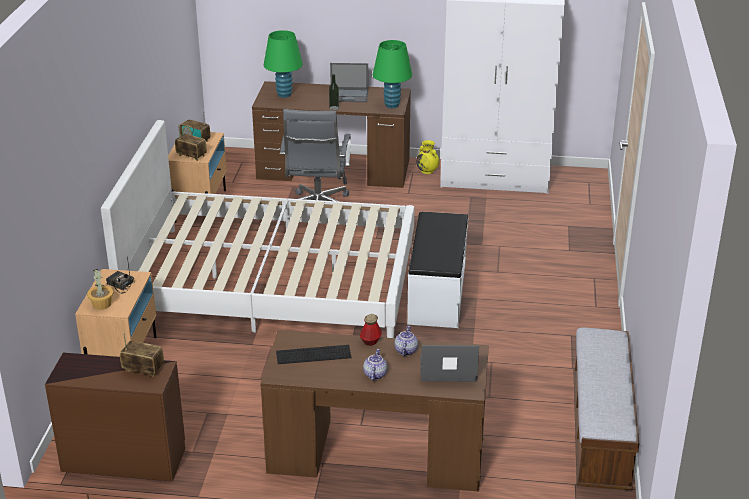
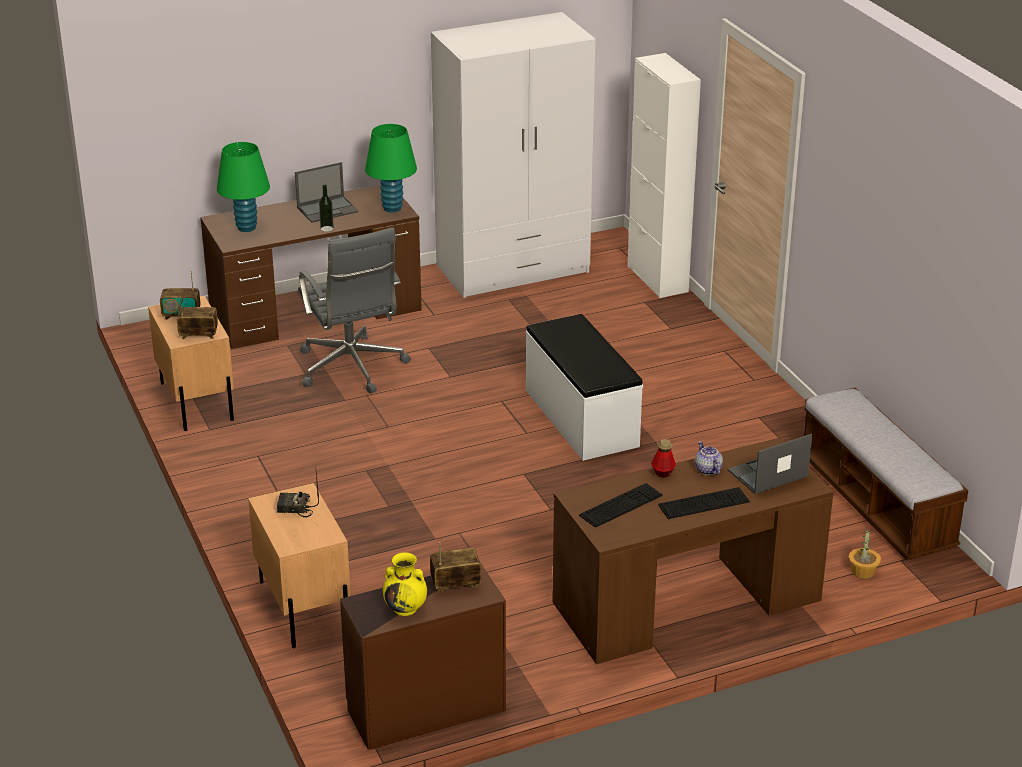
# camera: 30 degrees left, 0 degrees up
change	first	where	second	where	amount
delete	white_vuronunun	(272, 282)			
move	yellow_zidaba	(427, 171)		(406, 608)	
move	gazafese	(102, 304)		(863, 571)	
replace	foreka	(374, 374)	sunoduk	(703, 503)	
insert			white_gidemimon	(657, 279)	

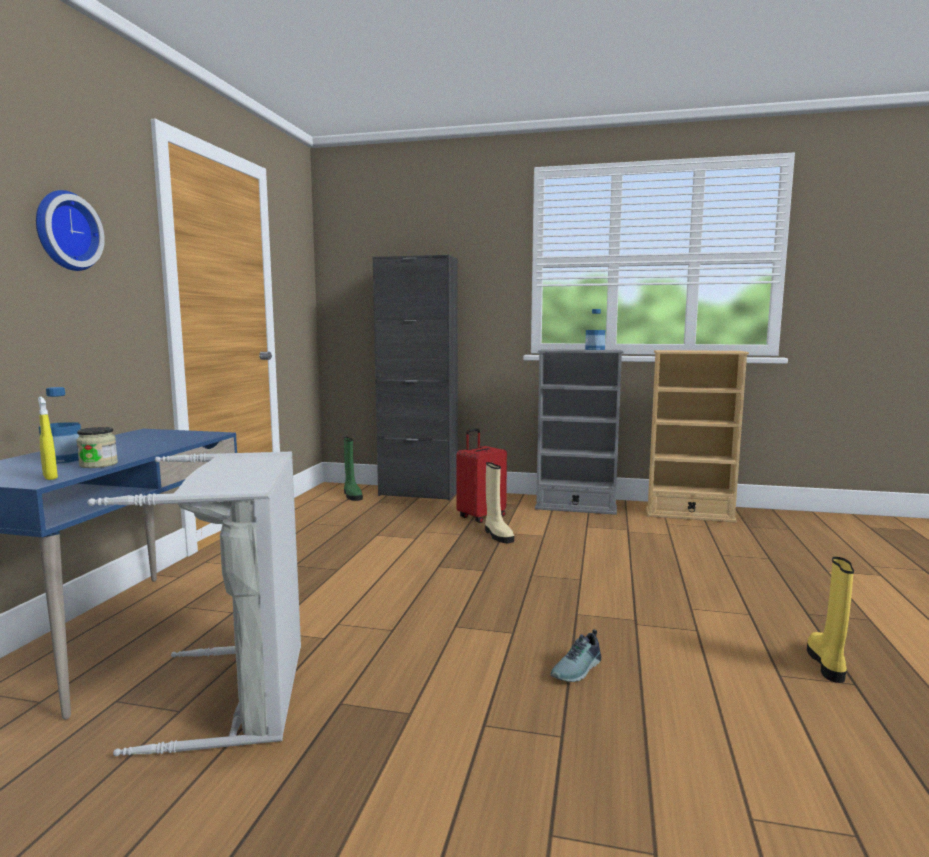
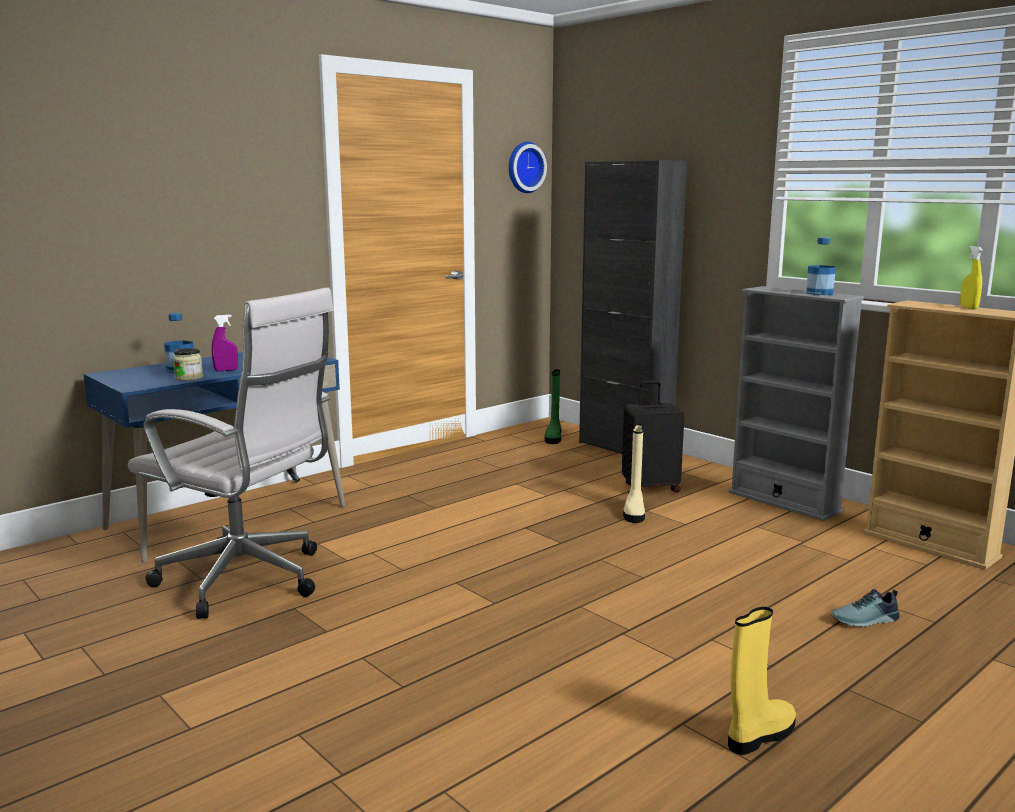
# camera: 35 degrees right, 5 degrees up
change	first	where	second	where	amount
move	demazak	(64, 231)		(524, 167)	
move	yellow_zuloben	(50, 477)		(968, 308)	
recolor	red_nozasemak	(481, 516)	black_nozasemak	(650, 488)	
replace	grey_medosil	(244, 693)	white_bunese	(248, 581)	
move	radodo	(578, 670)		(866, 621)	
insert			purple_zuloben	(226, 370)	

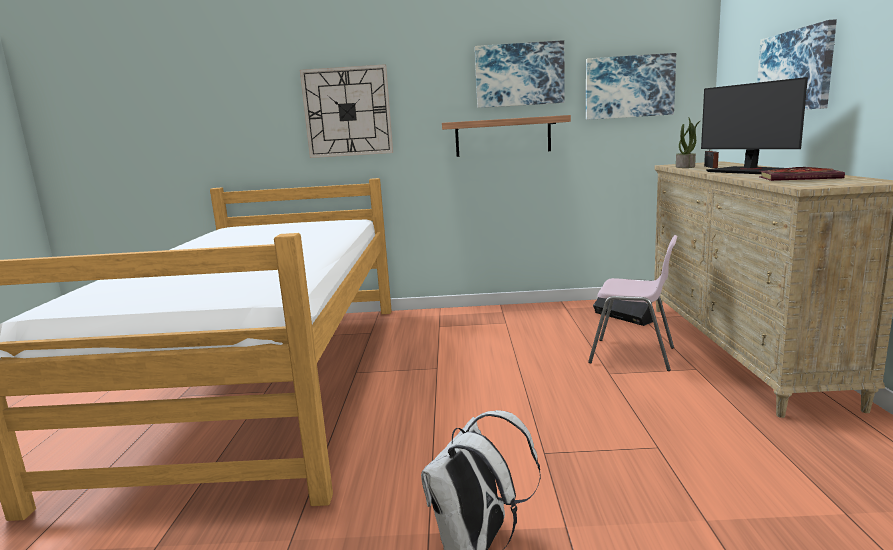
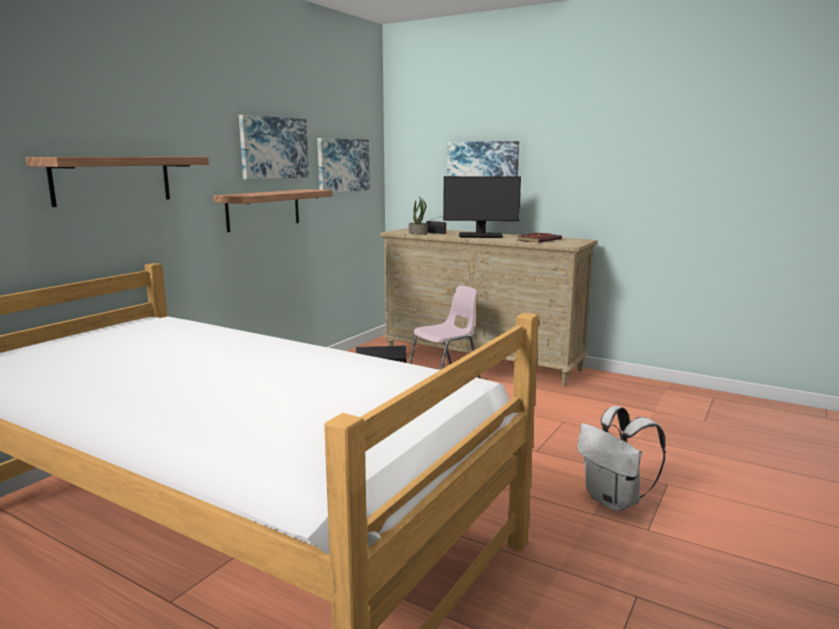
# camera: 60 degrees left, 0 degrees up
change	first	where	second	where	amount
replace	demazak	(347, 112)	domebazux	(112, 180)	

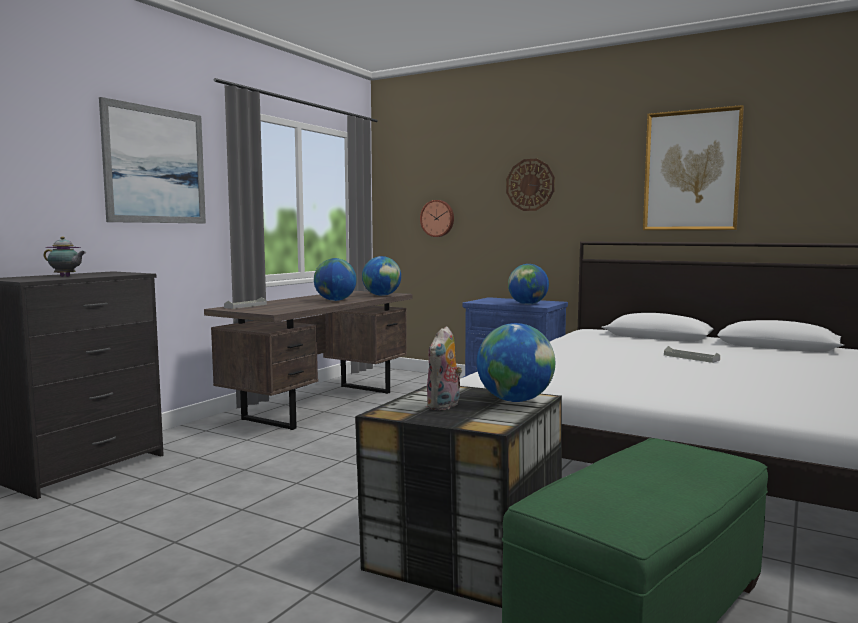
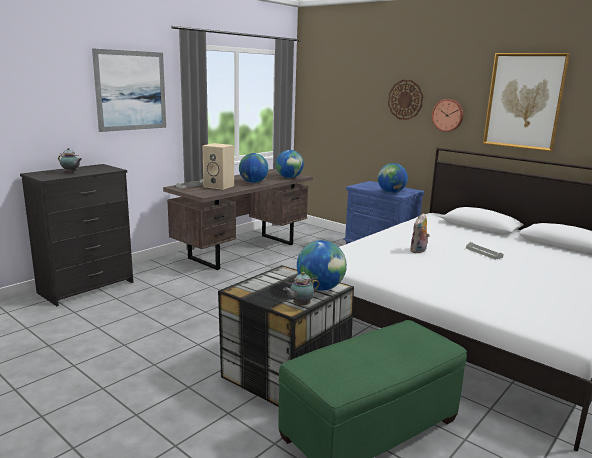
# camera: 10 degrees right, 10 degrees up
change	first	where	second	where	amount
move	demazak	(437, 218)		(448, 115)	
move	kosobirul	(444, 406)		(418, 251)	
insert			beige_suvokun	(219, 186)	
insert			foreka	(300, 305)	

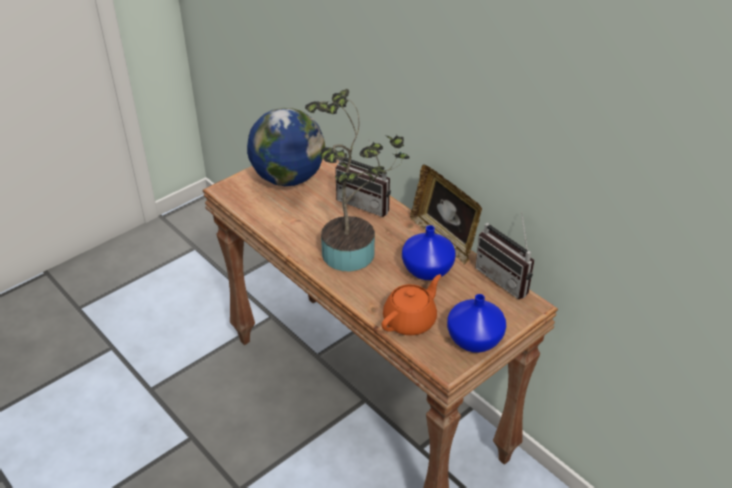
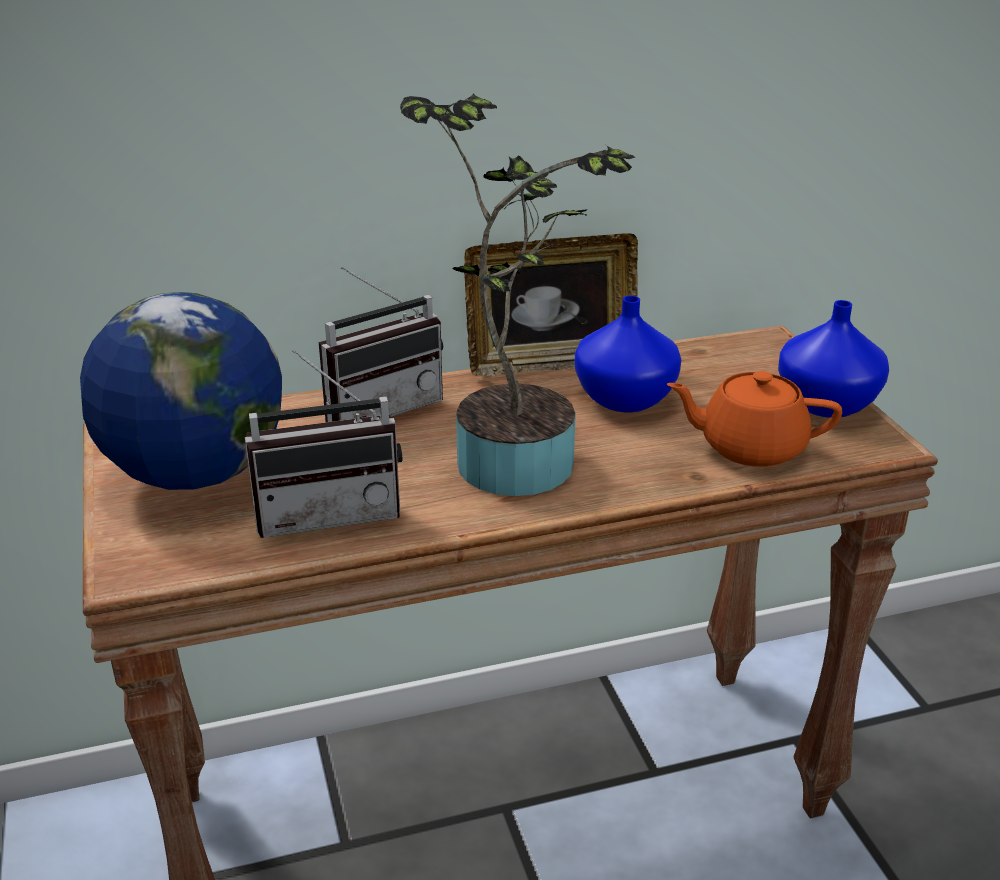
# camera: 65 degrees left, 10 degrees down
change	first	where	second	where	amount
move	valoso	(507, 278)		(329, 512)	
rotate	orange_foreka	(410, 320)		(750, 447)	60 degrees counterclockwise

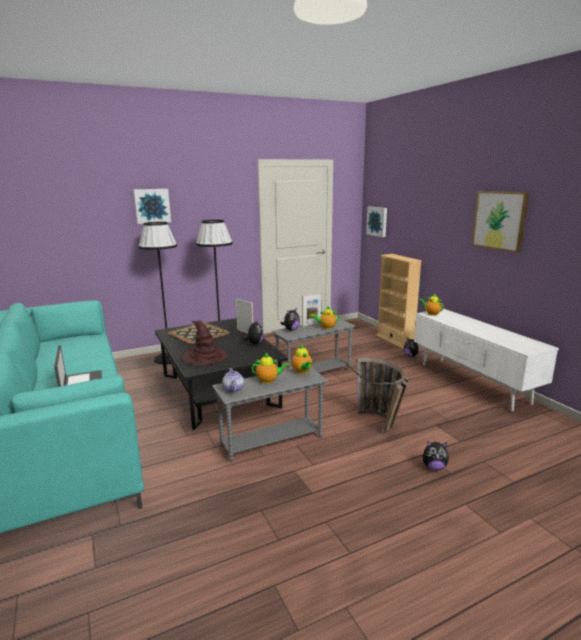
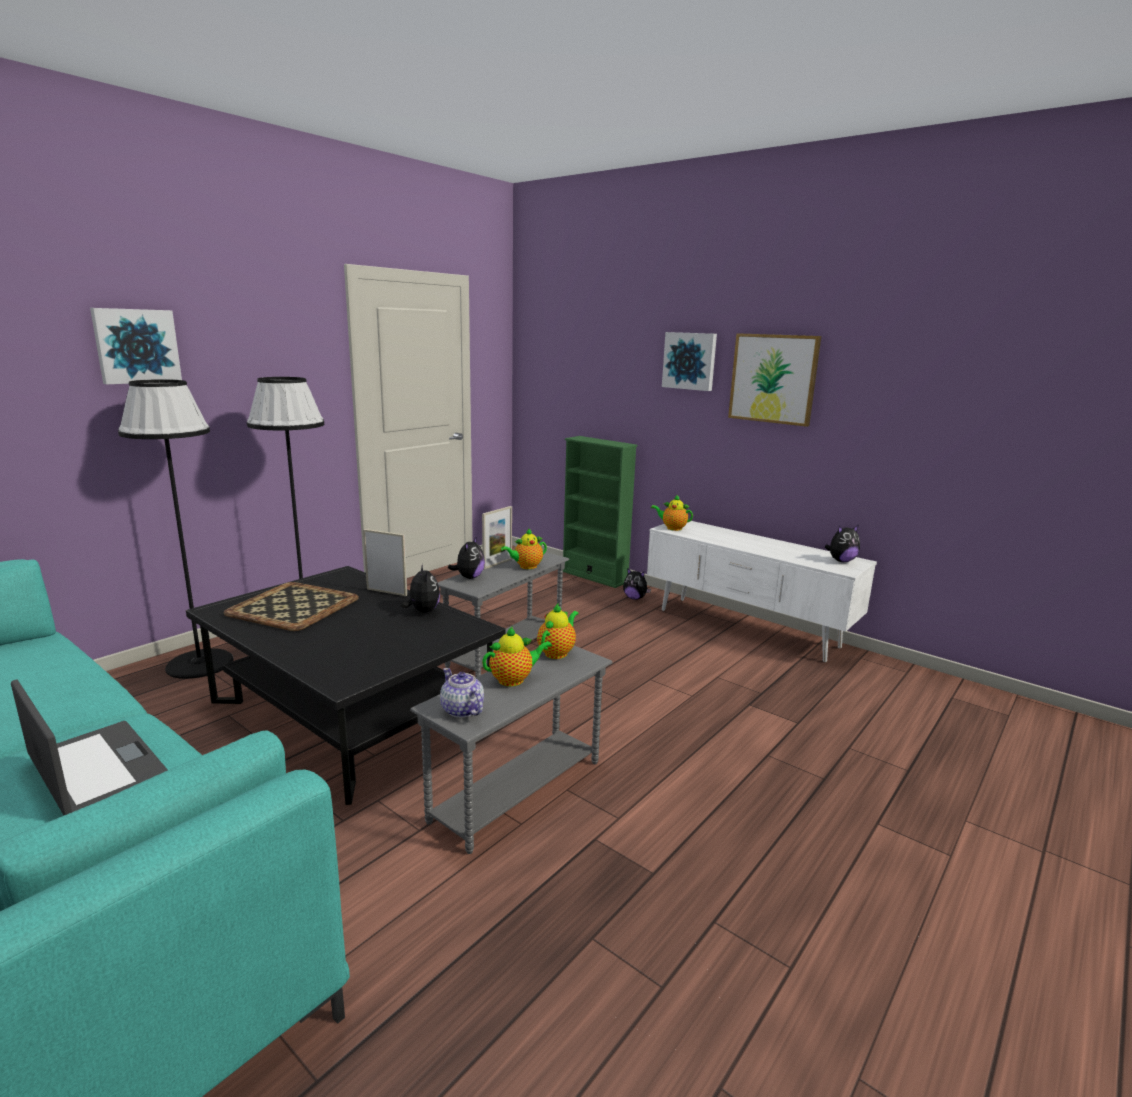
# camera: 25 degrees left, 0 degrees up
change	first	where	second	where	amount
move	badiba	(377, 221)		(690, 361)	
recolor	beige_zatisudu	(395, 340)	green_zatisudu	(594, 576)	
delete	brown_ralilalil	(204, 358)			
rotate	foreka	(302, 372)		(557, 652)	105 degrees counterclockwise
delete	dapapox	(381, 426)			
move	kosobirul	(434, 467)		(841, 561)	

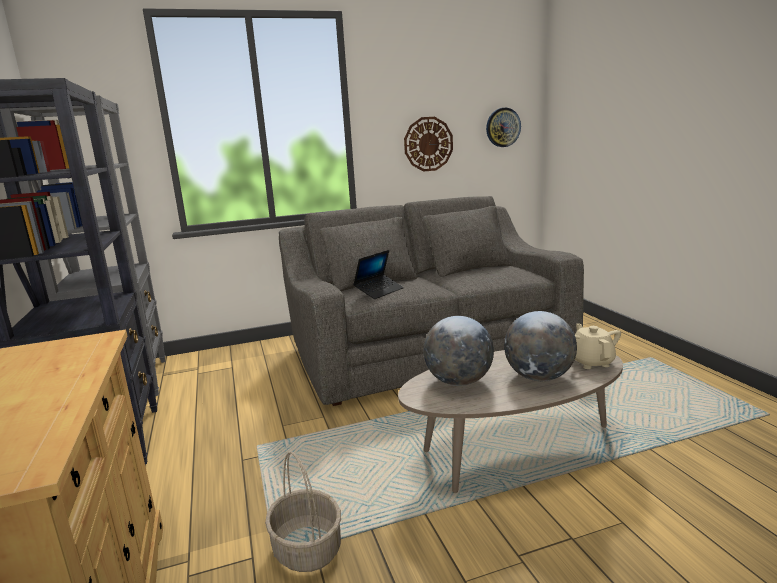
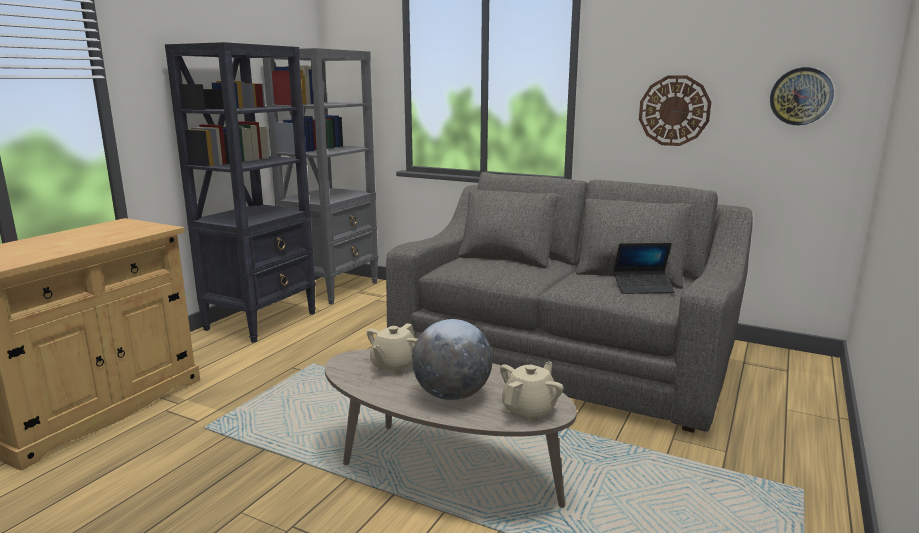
# camera: 45 degrees right, 0 degrees up
change	first	where	second	where	amount
move	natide	(379, 291)		(643, 288)	
replace	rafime	(458, 382)	beige_foreka	(394, 366)	
delete	dapapox	(306, 549)			

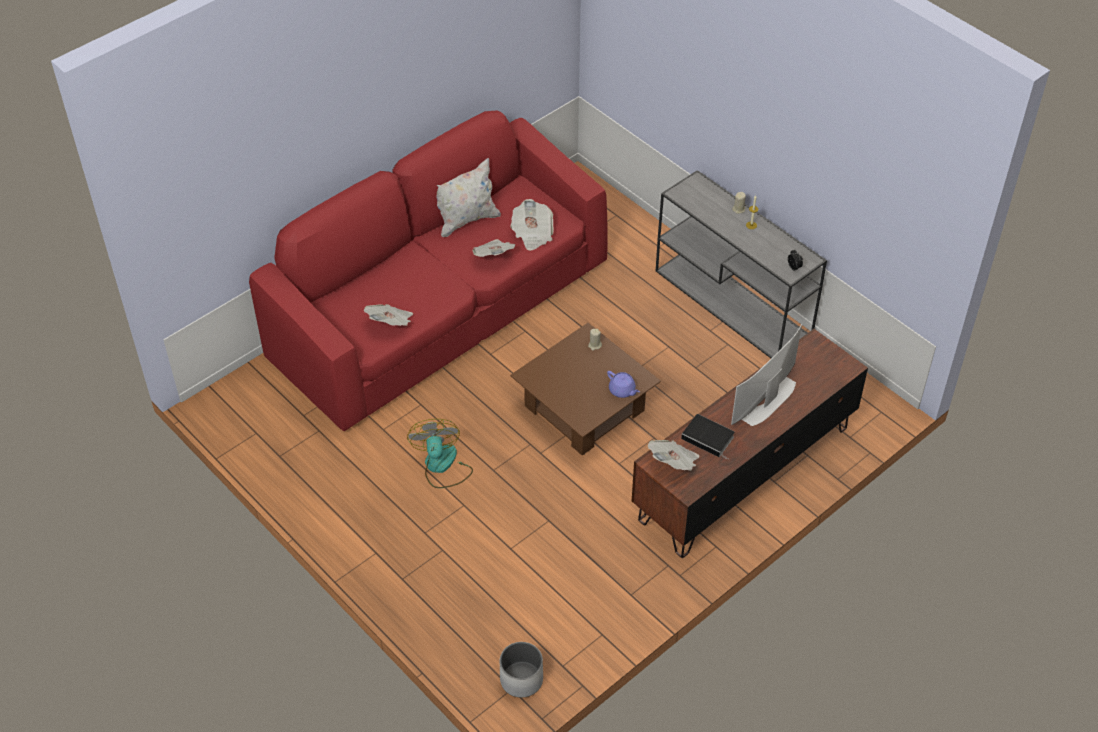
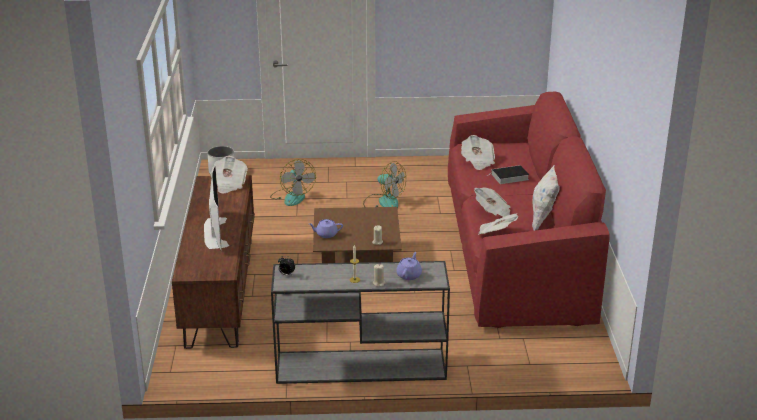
# camera: 130 degrees right, 20 degrees down
change	first	where	second	where	amount
move	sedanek	(709, 438)		(509, 177)	
insert			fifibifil	(292, 196)	
insert			purple_foreka	(409, 275)	

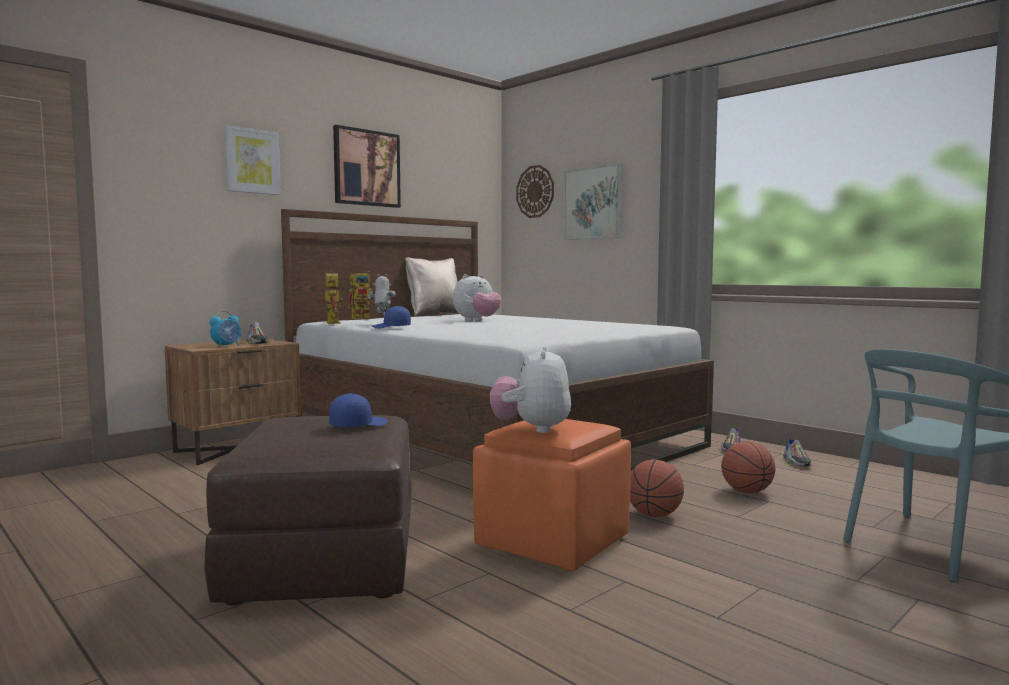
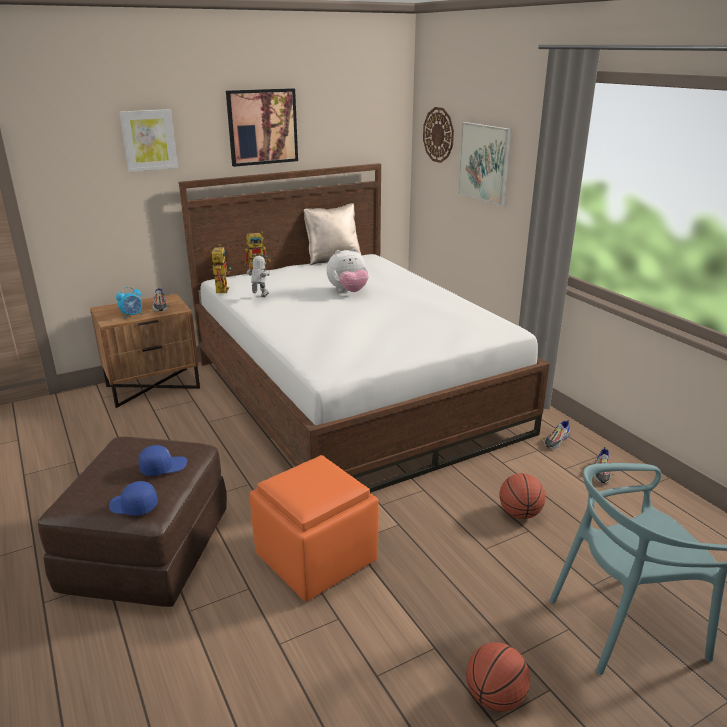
# camera: 15 degrees right, 20 degrees up
change	first	where	second	where	amount
move	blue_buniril	(391, 327)		(133, 506)	
delete	kosobirul	(531, 429)			
move	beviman	(654, 515)		(495, 697)	

